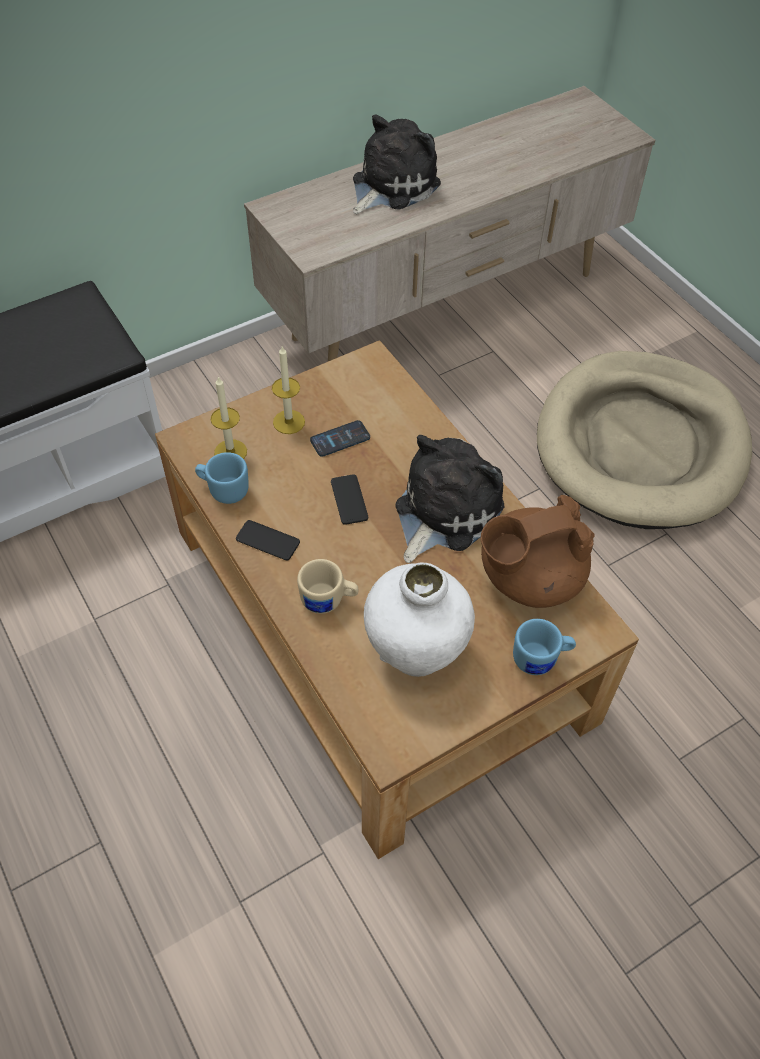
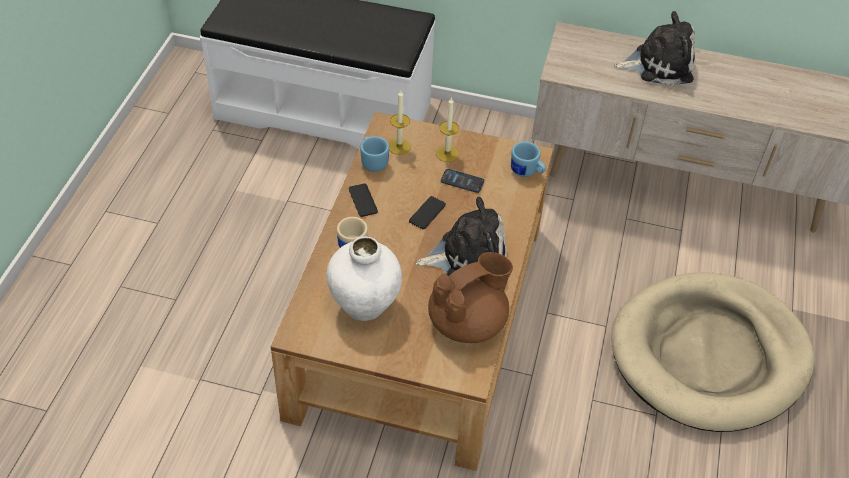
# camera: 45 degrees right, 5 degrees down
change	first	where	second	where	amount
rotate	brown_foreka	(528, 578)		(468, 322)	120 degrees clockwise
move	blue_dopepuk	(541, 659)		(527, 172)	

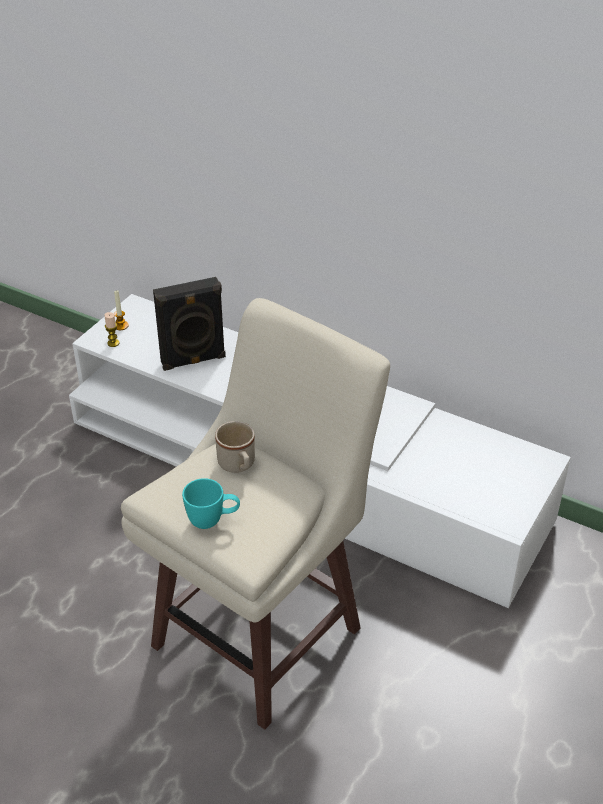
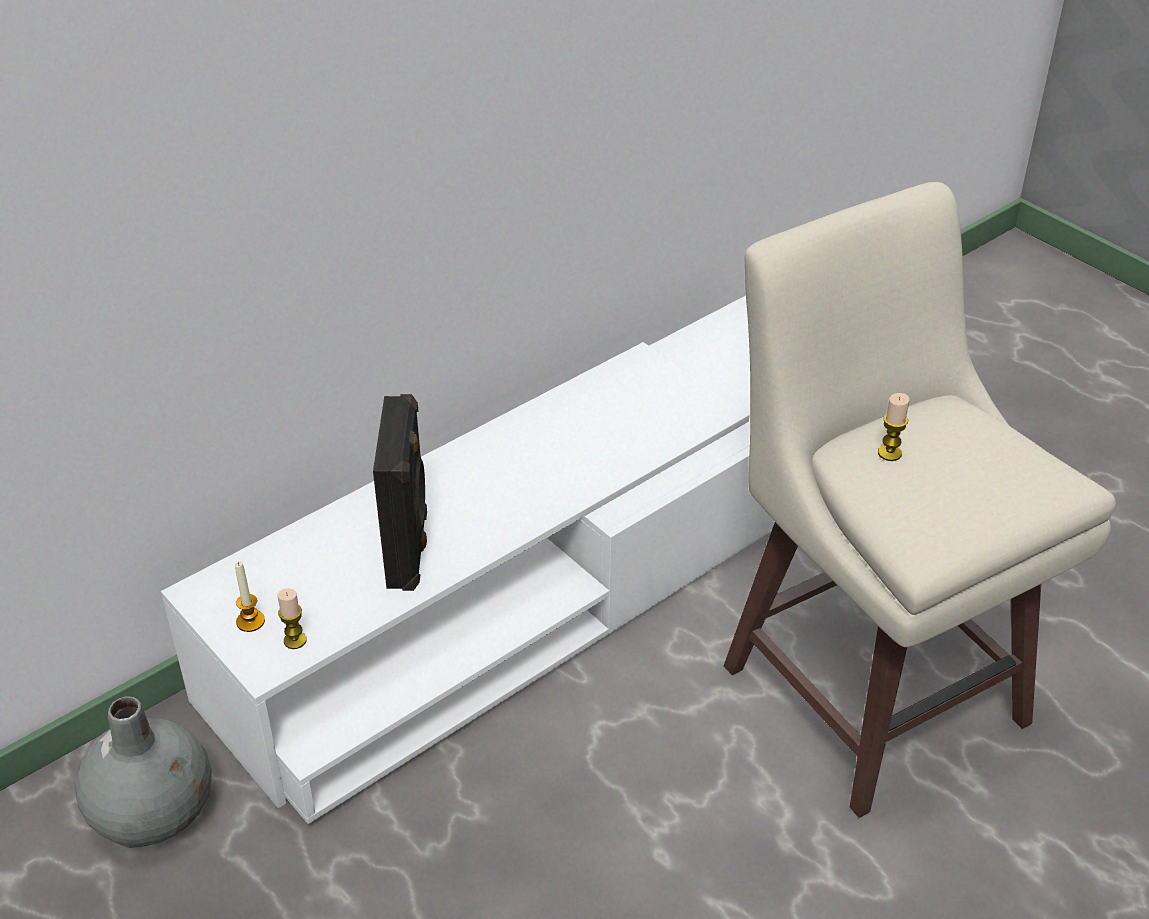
# camera: 70 degrees left, 0 degrees up
change	first	where	second	where	amount
replace	beige_dopepuk	(238, 466)	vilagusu	(889, 453)	
delete	turquoise_dopepuk	(213, 521)			
insert			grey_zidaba	(154, 811)	

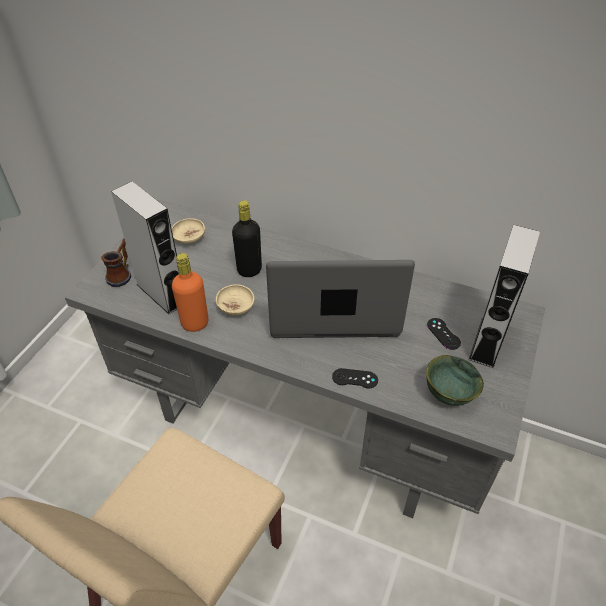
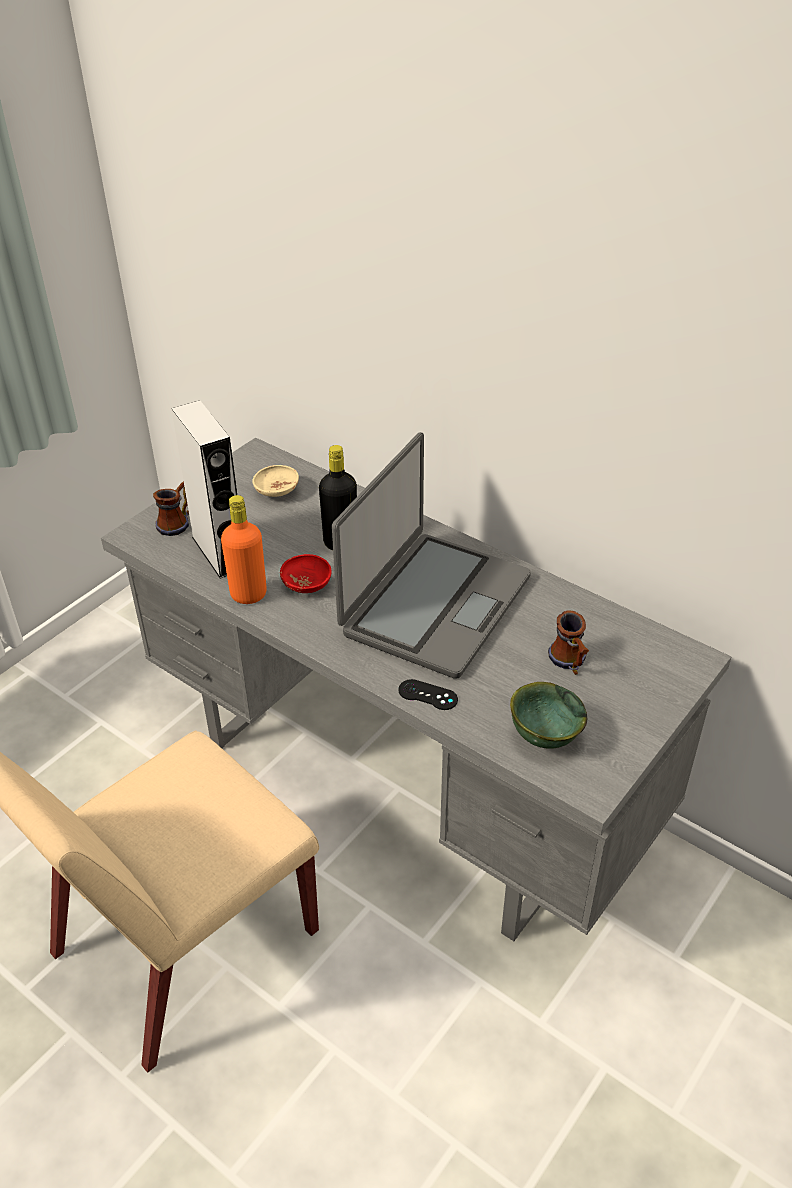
# camera: 15 degrees right, 5 degrees down
change	first	where	second	where	amount
delete	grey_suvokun	(487, 342)			
rotate	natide	(333, 306)		(434, 604)	105 degrees clockwise
recolor	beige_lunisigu	(236, 307)	red_lunisigu	(306, 584)	
replace	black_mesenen	(443, 334)	dopepuk	(570, 663)	

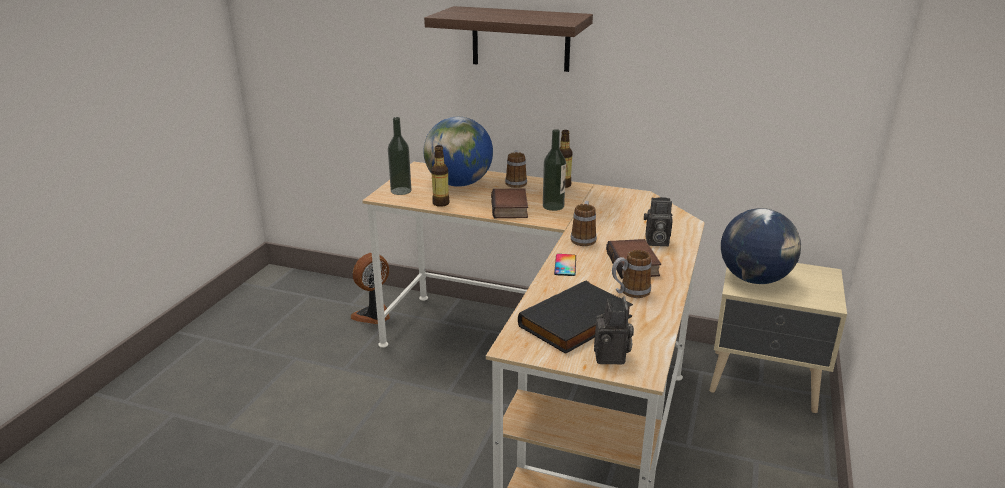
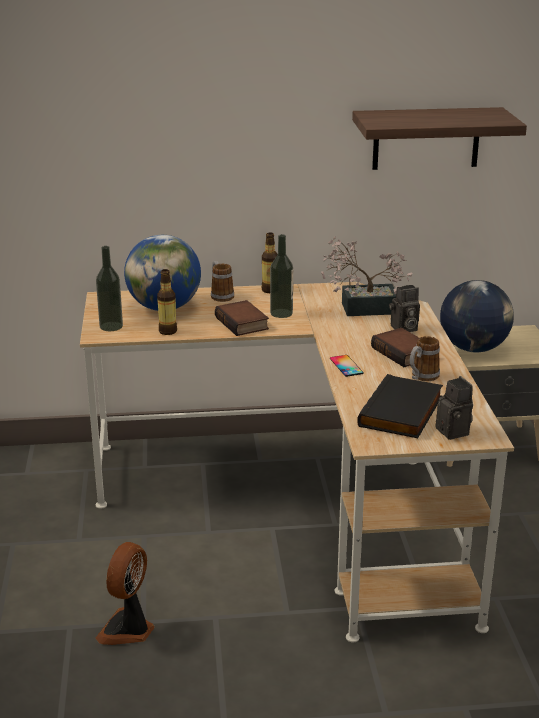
# camera: 25 degrees left, 0 degrees up
change	first	where	second	where	amount
move	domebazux	(520, 39)		(426, 138)	
delete	dopepuk	(583, 238)			
move	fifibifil	(374, 316)		(128, 629)	
insert			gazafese	(362, 308)	

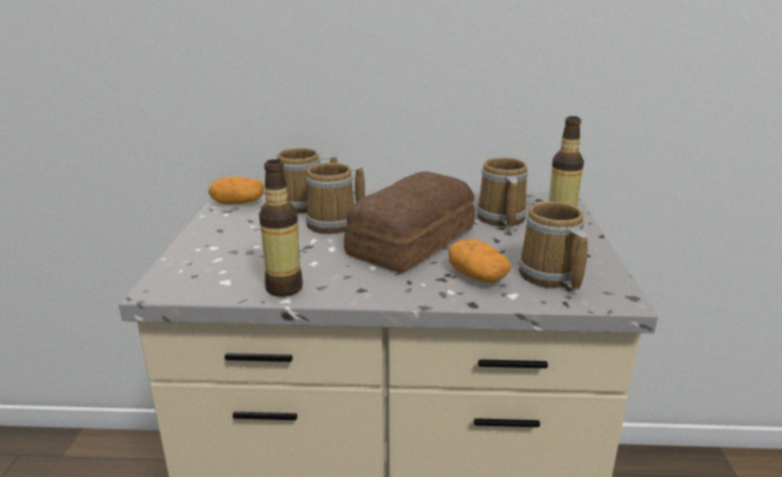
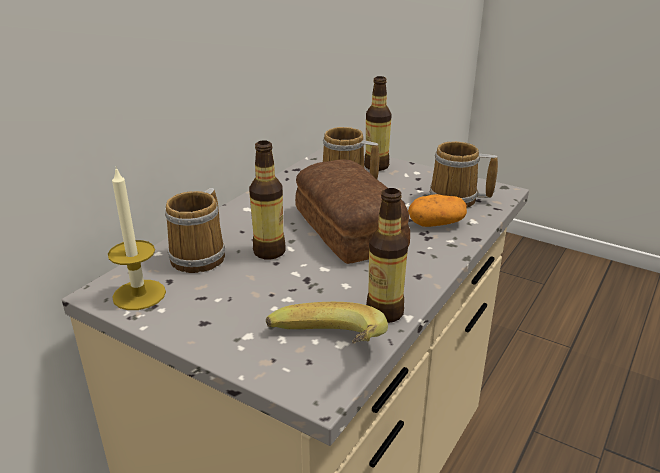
# camera: 60 degrees left, 5 degrees up
change	first	where	second	where	amount
replace	dopepuk	(336, 223)	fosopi	(269, 251)	
replace	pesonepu	(238, 203)	vilagusu	(139, 295)	
insert			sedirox	(326, 353)	

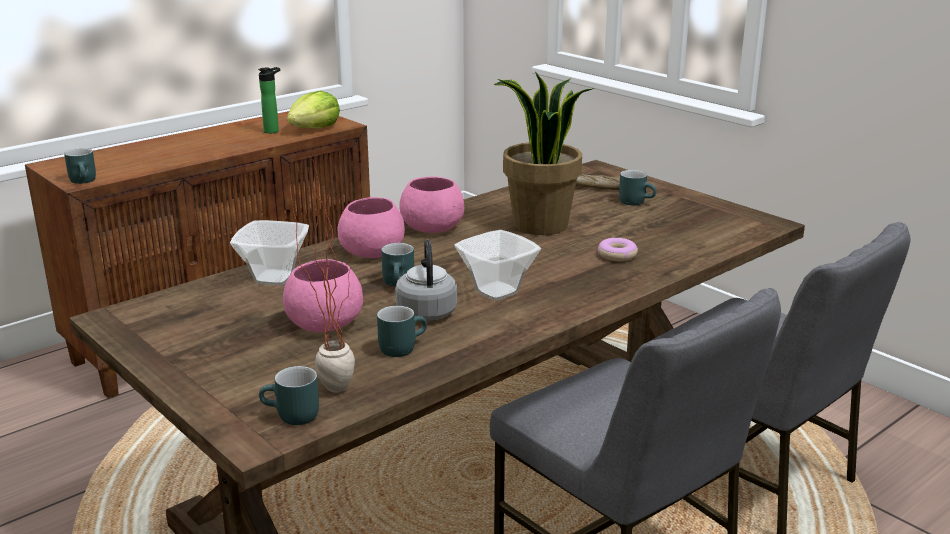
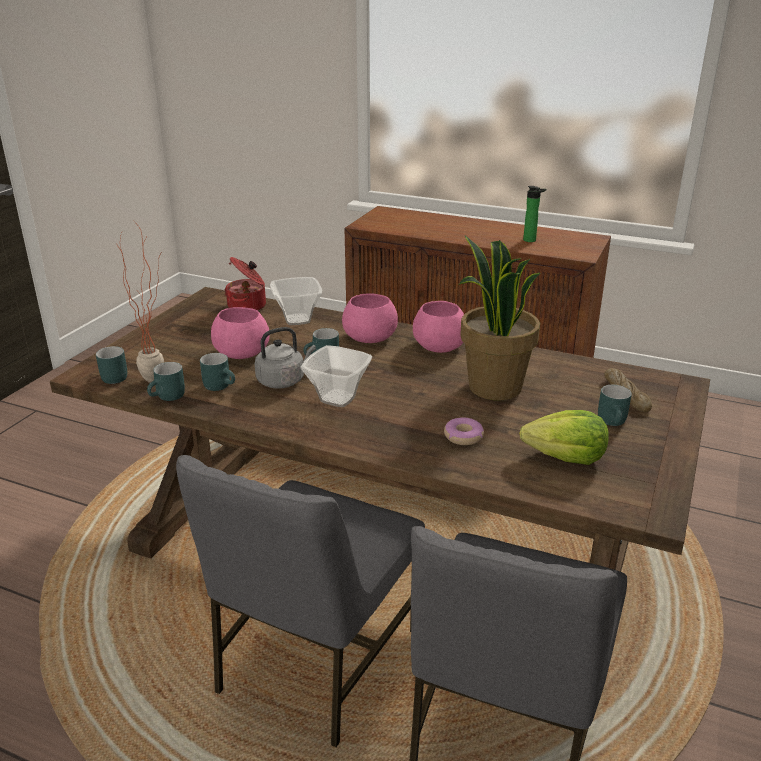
# camera: 65 degrees right, 5 degrees up
change	first	where	second	where	amount
move	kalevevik	(315, 129)		(566, 457)	
move	turquoise_dopepuk	(85, 181)		(169, 397)	
insert			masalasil	(248, 306)	

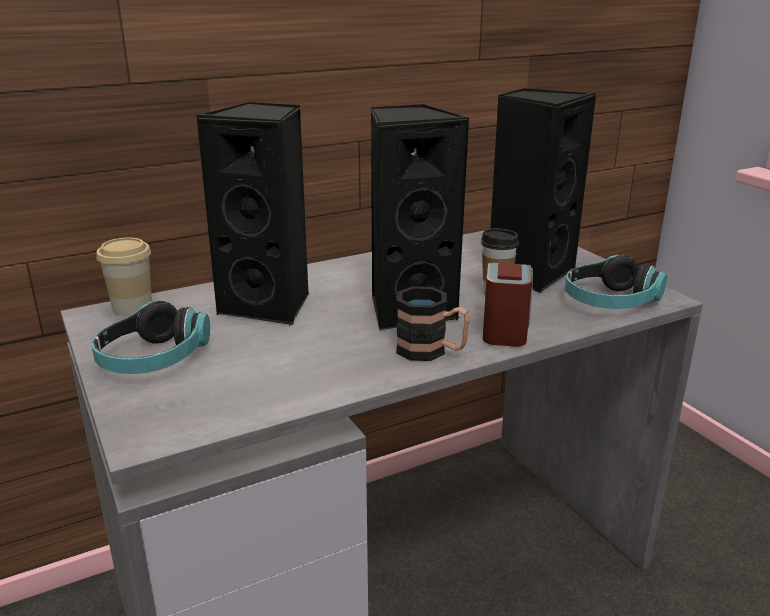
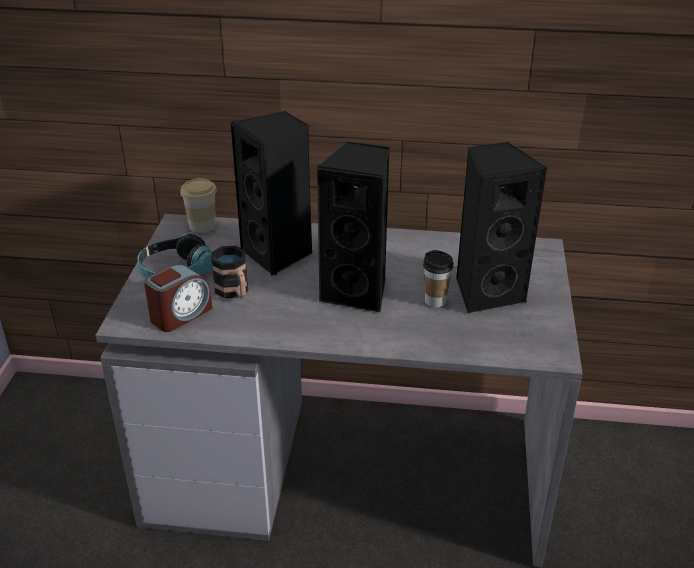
# camera: 35 degrees right, 10 degrees up
change	first	where	second	where	amount
delete	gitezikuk	(610, 301)			
move	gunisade	(505, 328)		(180, 315)	
move	dopepuk	(431, 351)		(234, 292)	

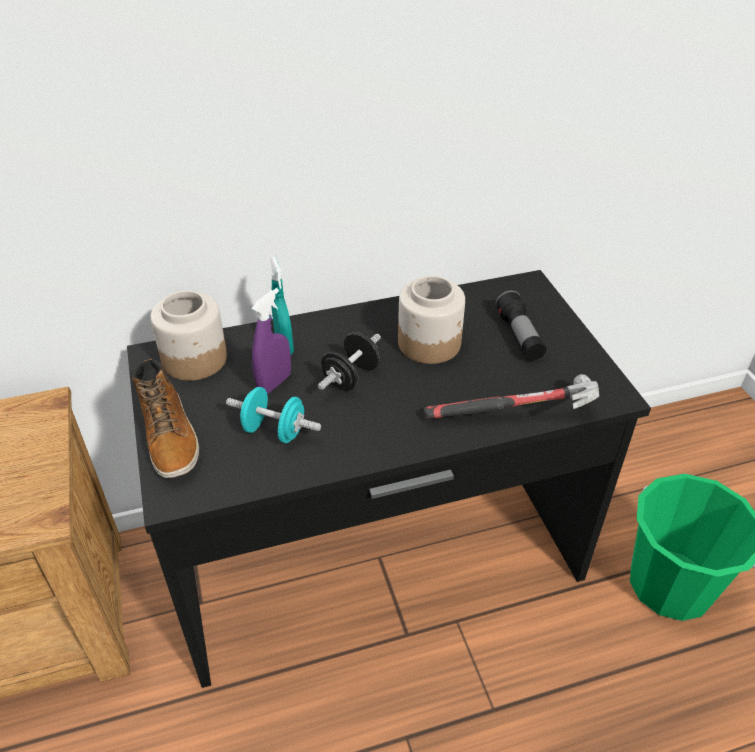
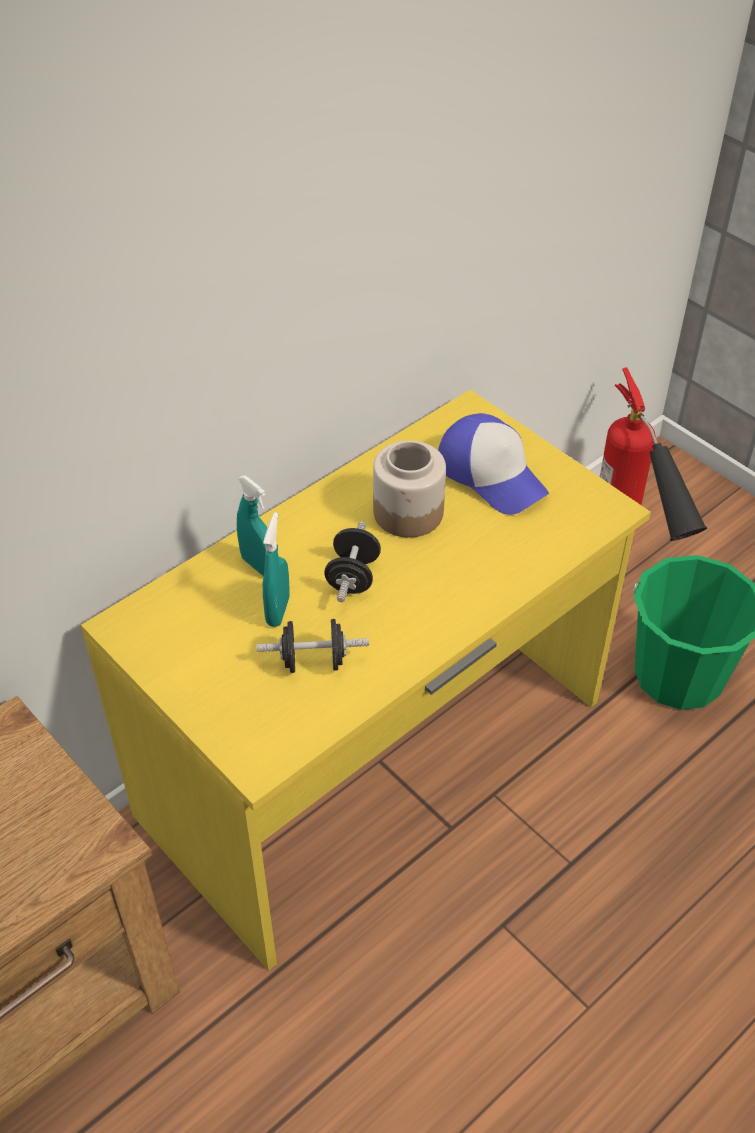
# camera: 25 degrees left, 5 degrees up
change	first	where	second	where	amount
recolor	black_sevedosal	(377, 556)	yellow_sevedosal	(377, 760)	
recolor	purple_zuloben	(274, 383)	turquoise_zuloben	(278, 611)	
delete	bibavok	(193, 359)			
replace	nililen	(519, 336)	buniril	(492, 474)	
delete	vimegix	(170, 437)			
delete	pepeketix	(515, 416)			
recolor	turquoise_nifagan	(274, 431)	black_nifagan	(313, 661)	
insert			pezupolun	(634, 547)	

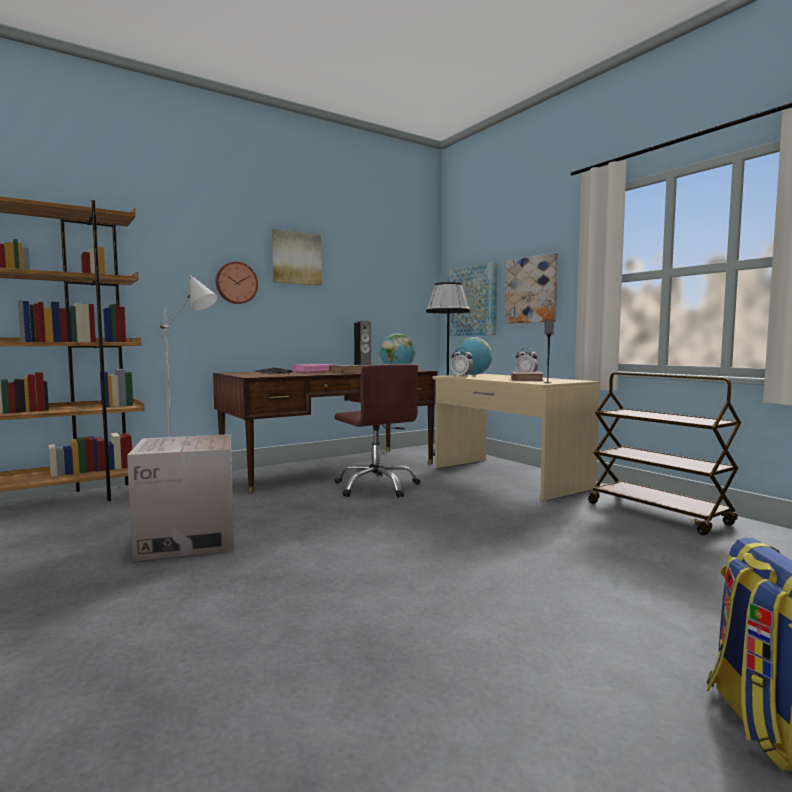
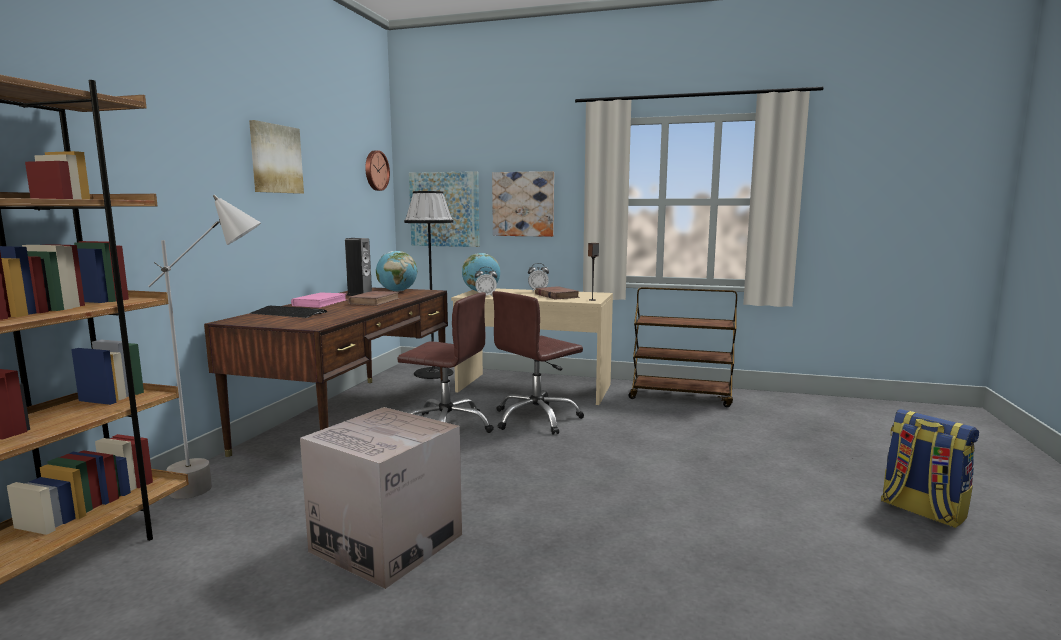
# camera: 40 degrees left, 5 degrees up
change	first	where	second	where	amount
move	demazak	(236, 283)		(375, 170)	
insert			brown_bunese	(536, 419)	

